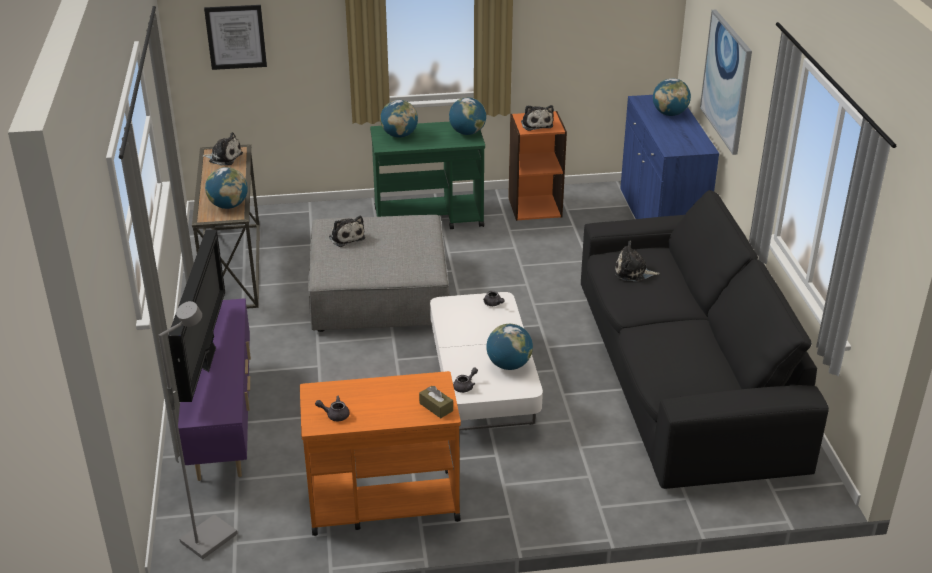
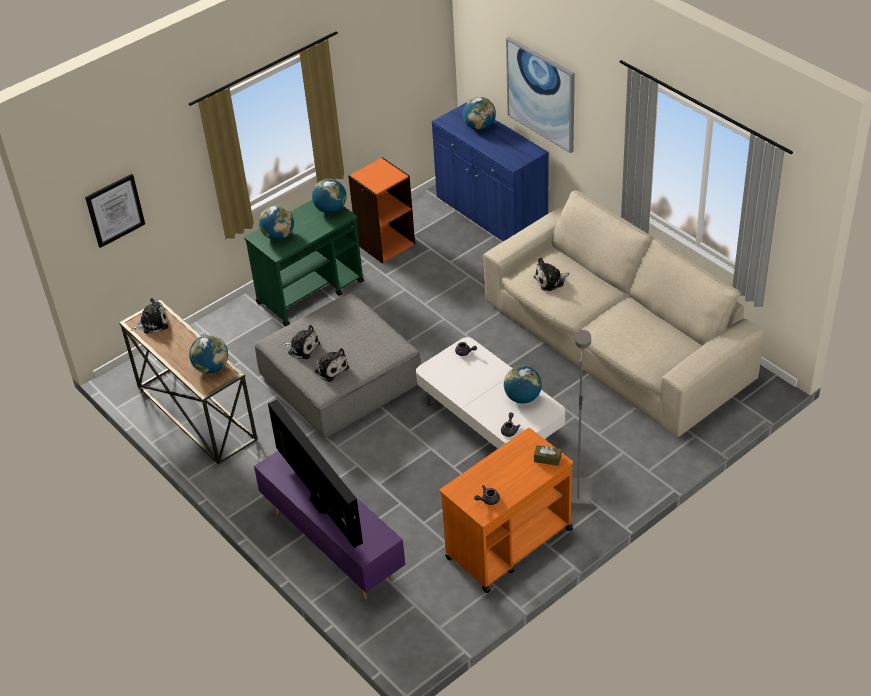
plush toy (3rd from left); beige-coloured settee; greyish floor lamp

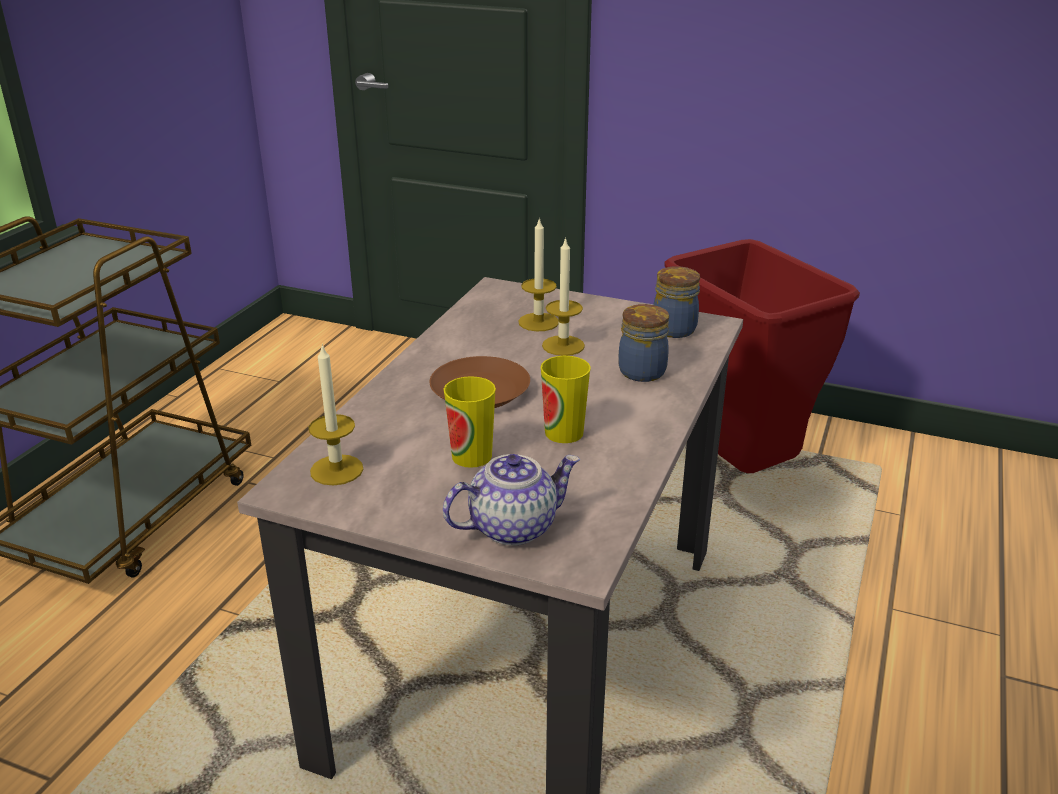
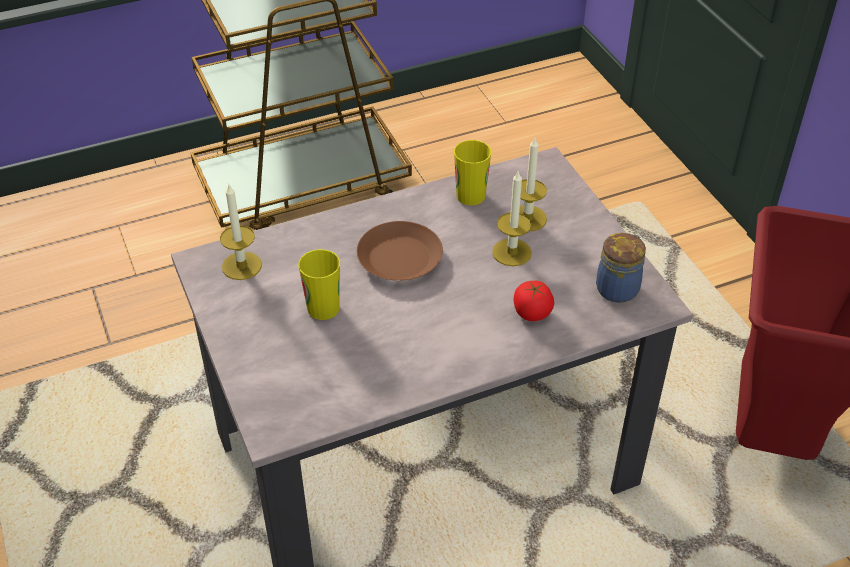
tomato; small cup (2nd from left); tea pot

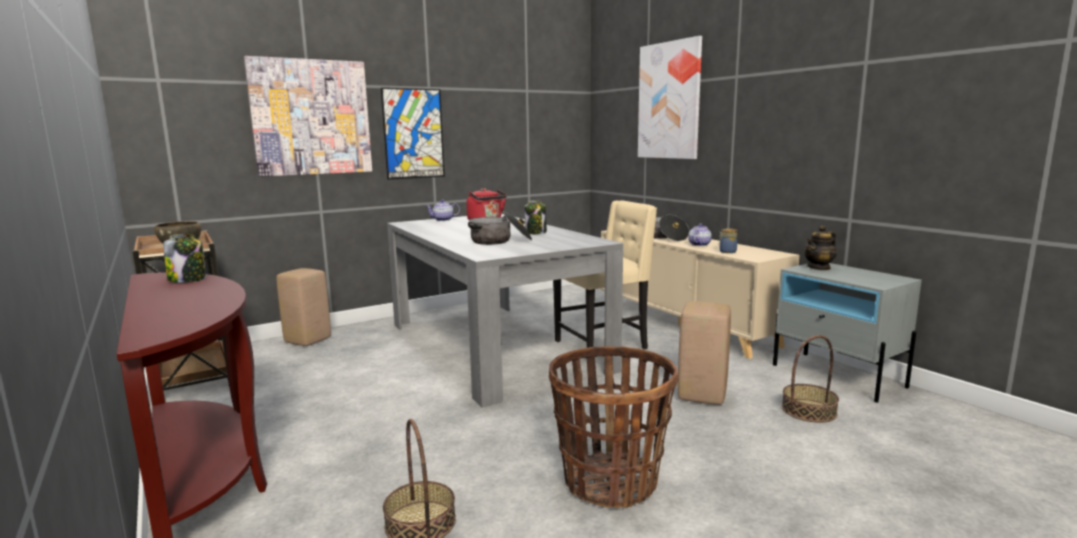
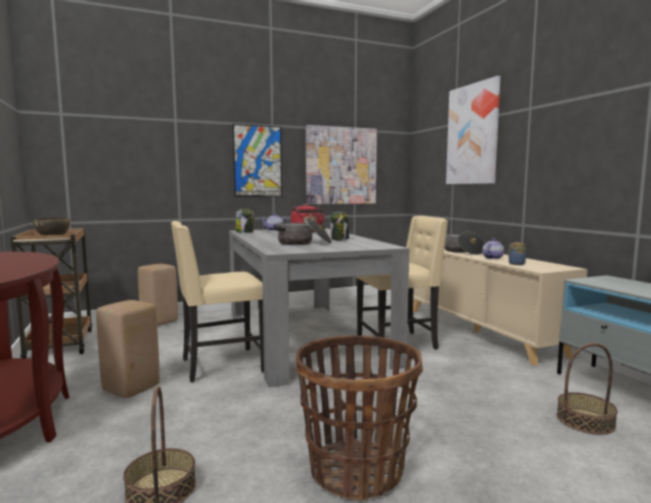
wall picture (2nd from left); tea pot (3rd from left in the first image); preserve jar (1st from left); beige-coloured sitting stool (1st from left); beige-coloured plain chair (1st from left)

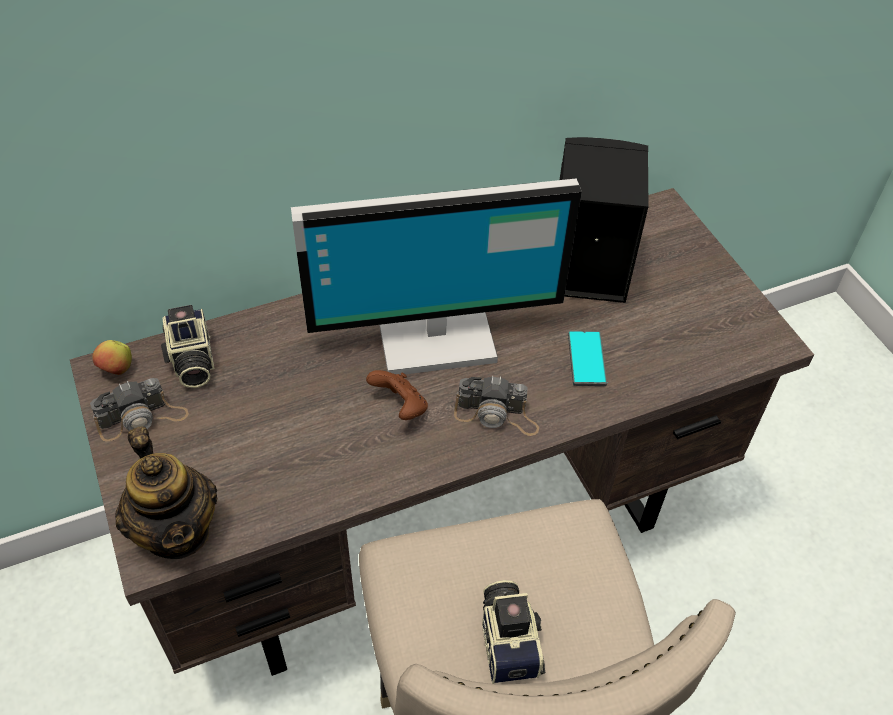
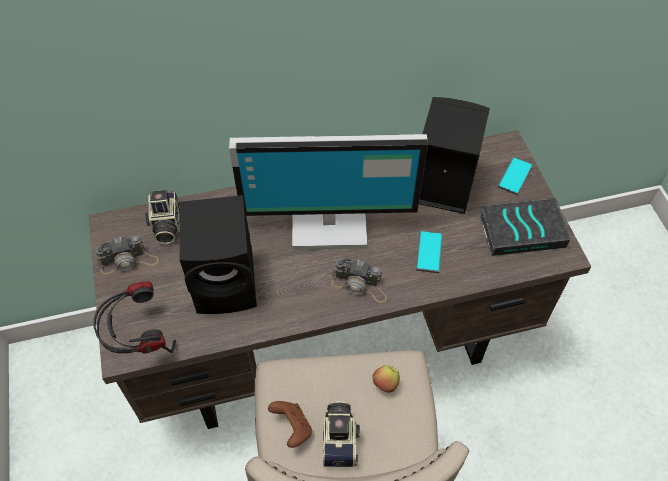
whole apple; brown gamepad; headphones; telephone (2nd from left); black-coloured audio speaker (1st from left); bound book

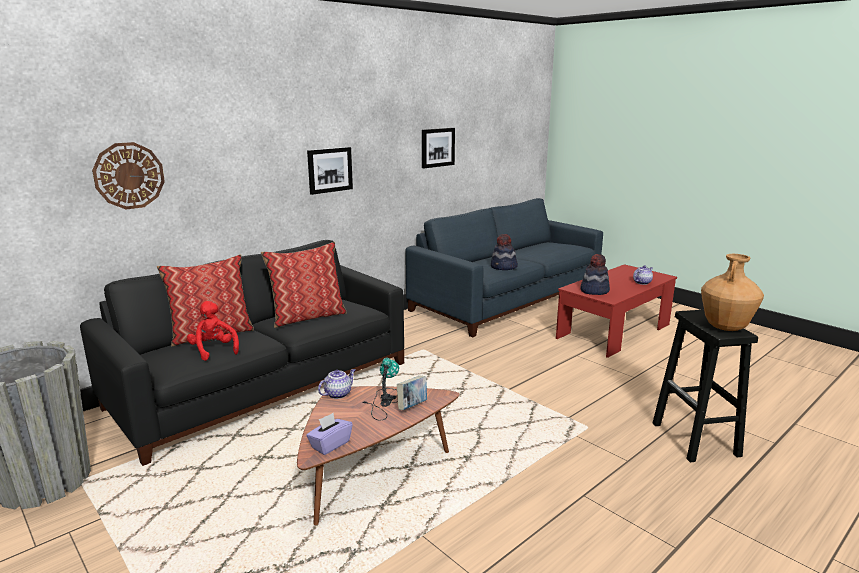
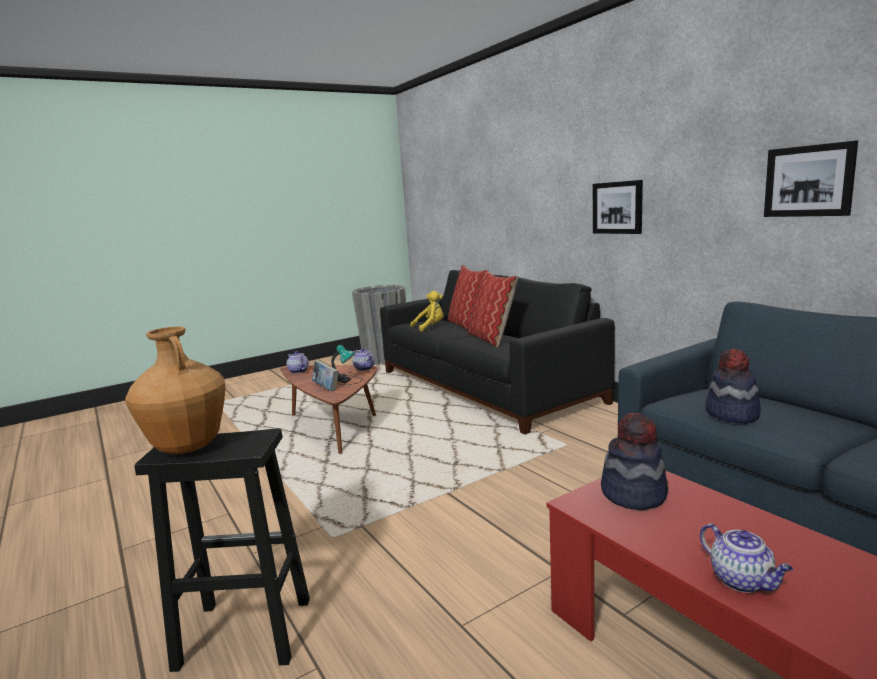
hanging clock; yellowish plush toy; tea pot (1st from left)

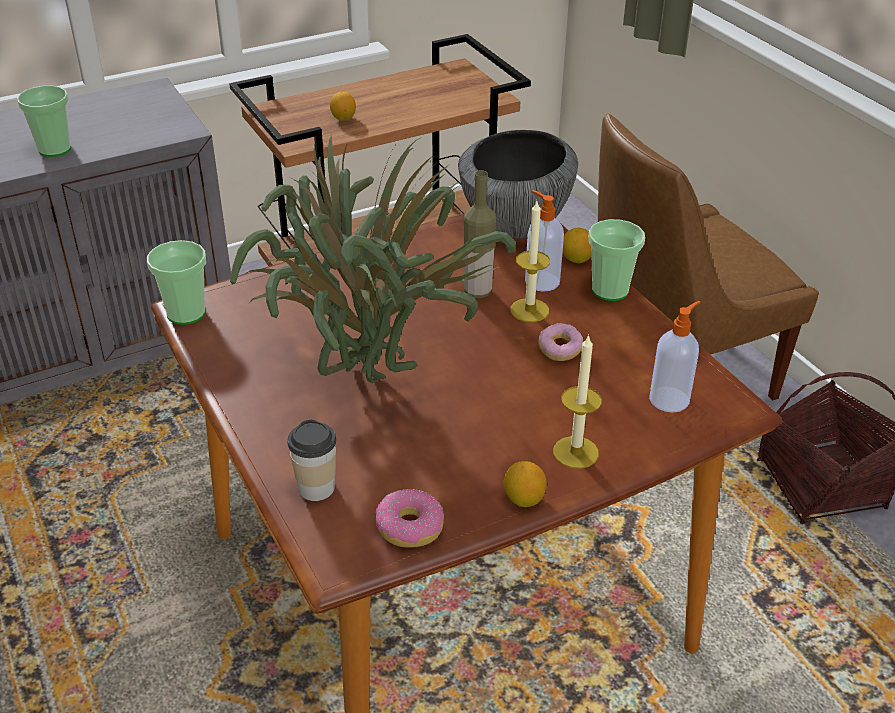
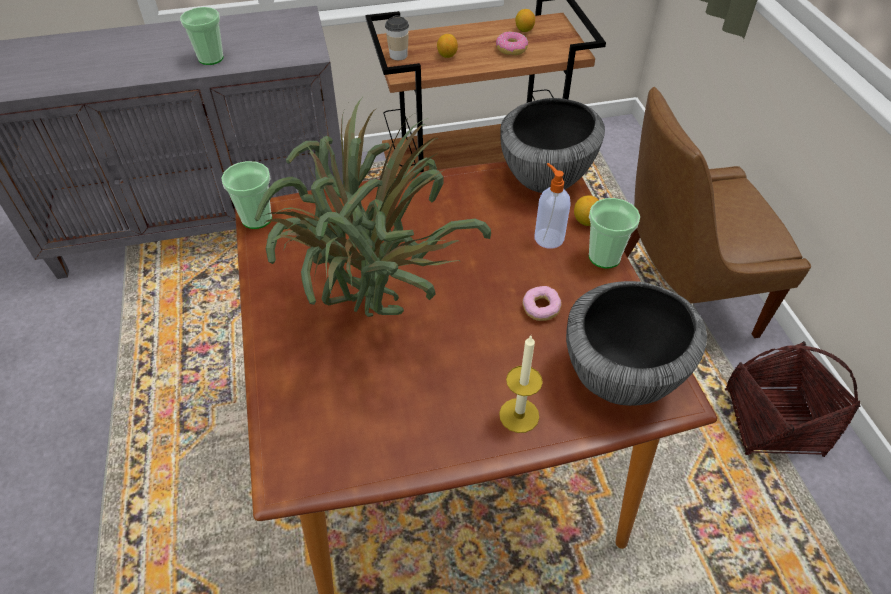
bottle; candle (1st from left in the first image); deep dish (2nd from left); small cup (3rd from left); lemon (2nd from left); doughnut (1st from left)

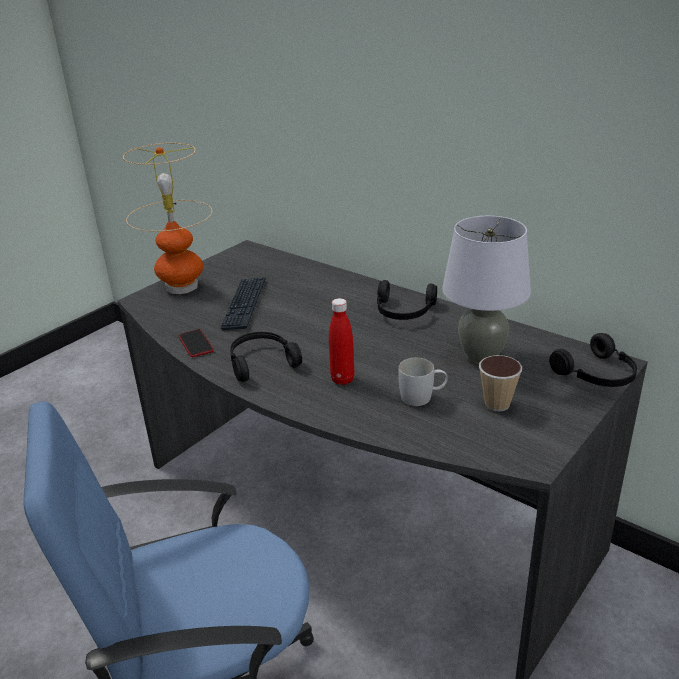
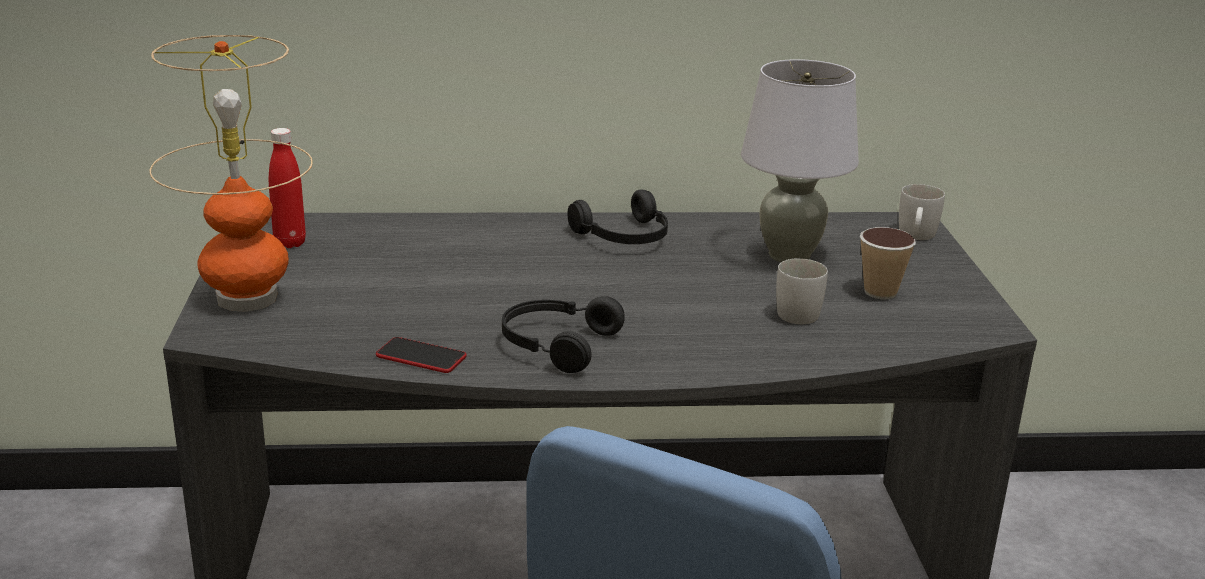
keyboard; red bottle; white coffee mug (2nd from left)

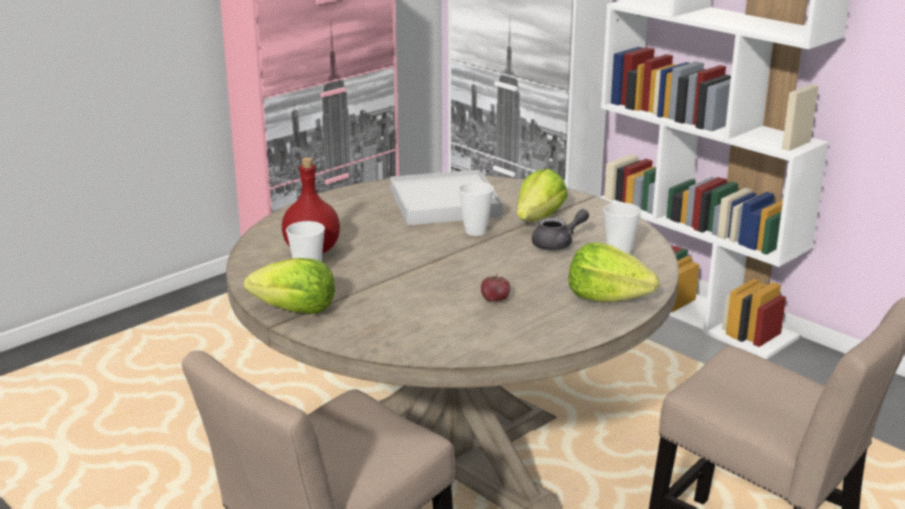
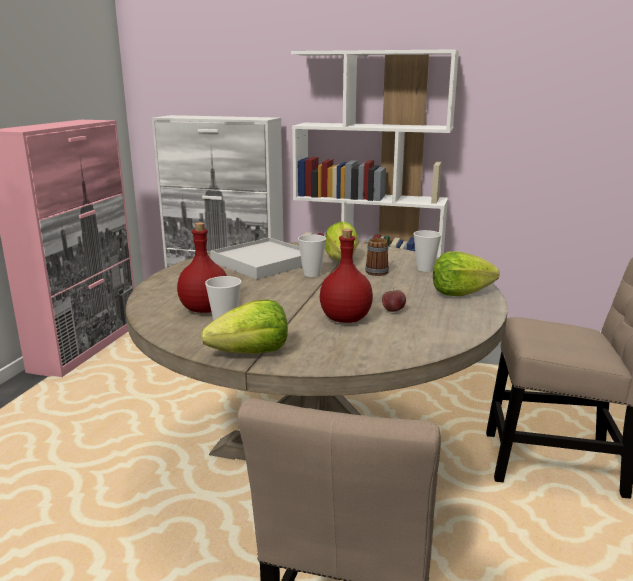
coffee mug; red bottle (2nd from left)

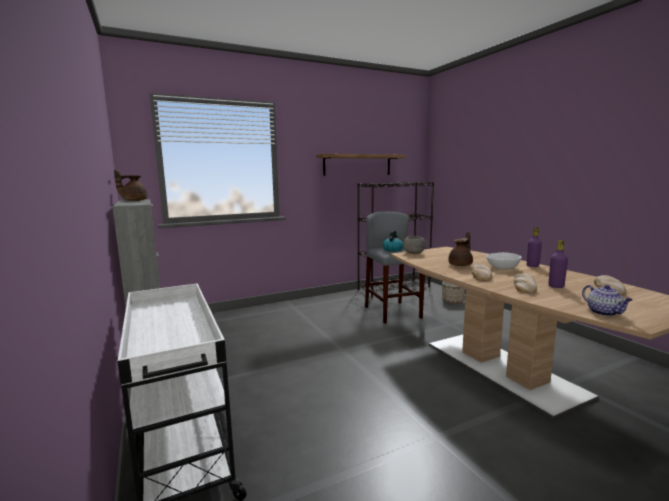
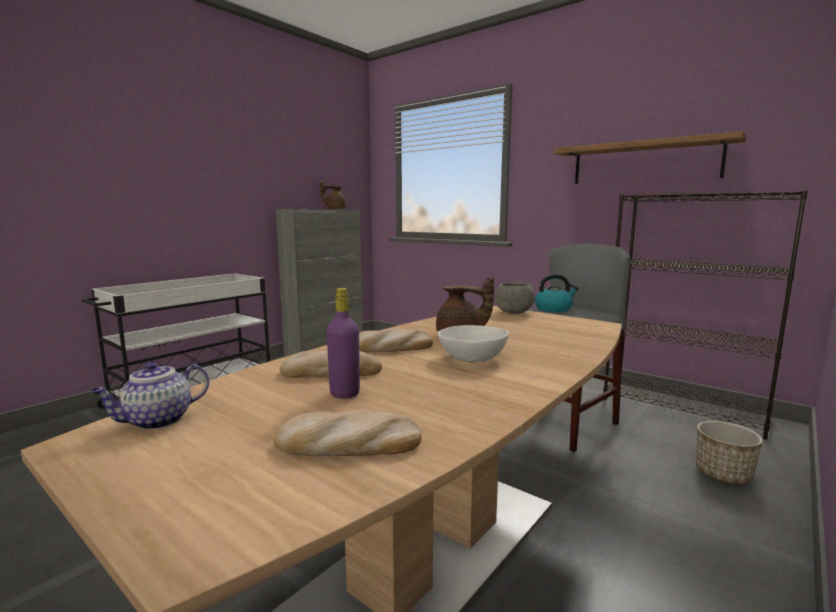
purple-coloured bottle (1st from left in the first image)

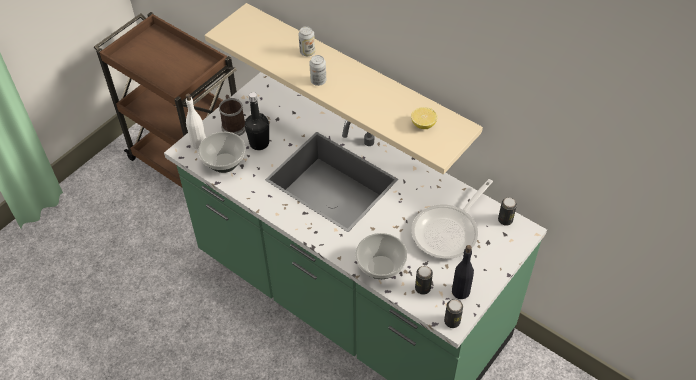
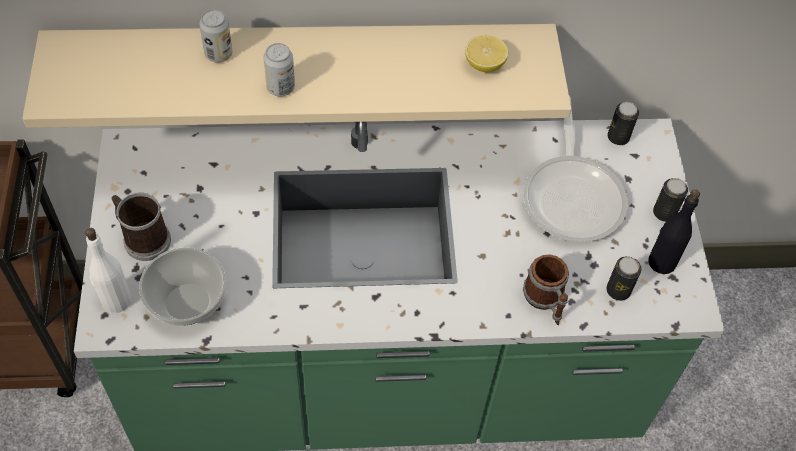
black-coloured bottle (1st from left in the first image); coffee mug (2nd from left); metal can (5th from left)

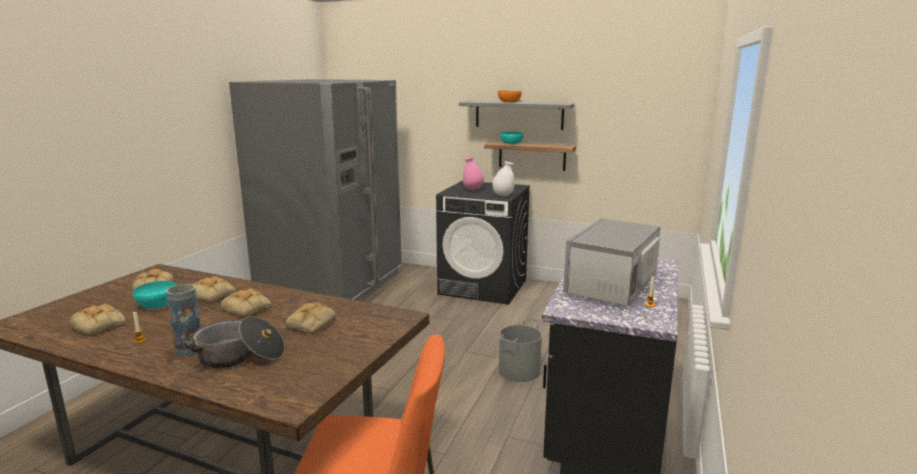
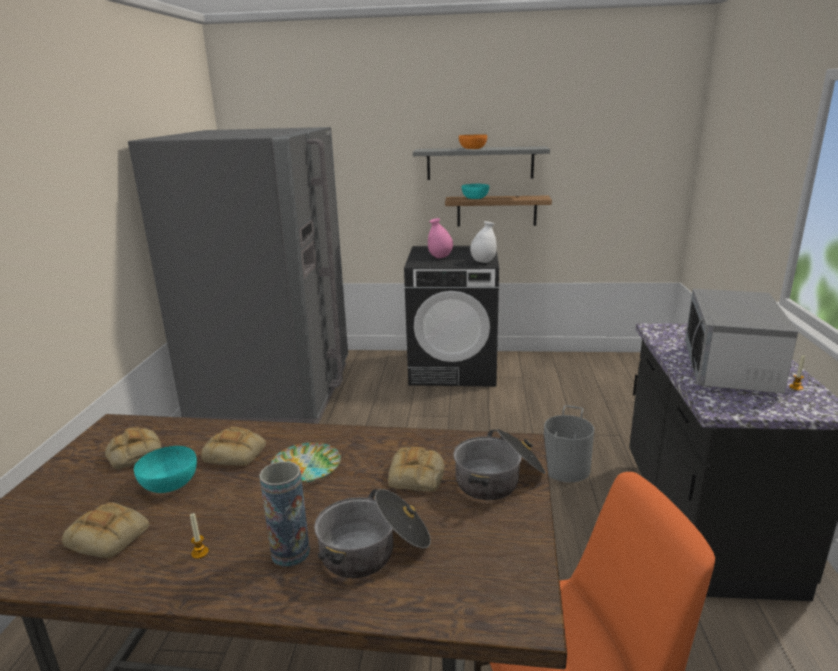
dinner plate; stockpot (2nd from left)

